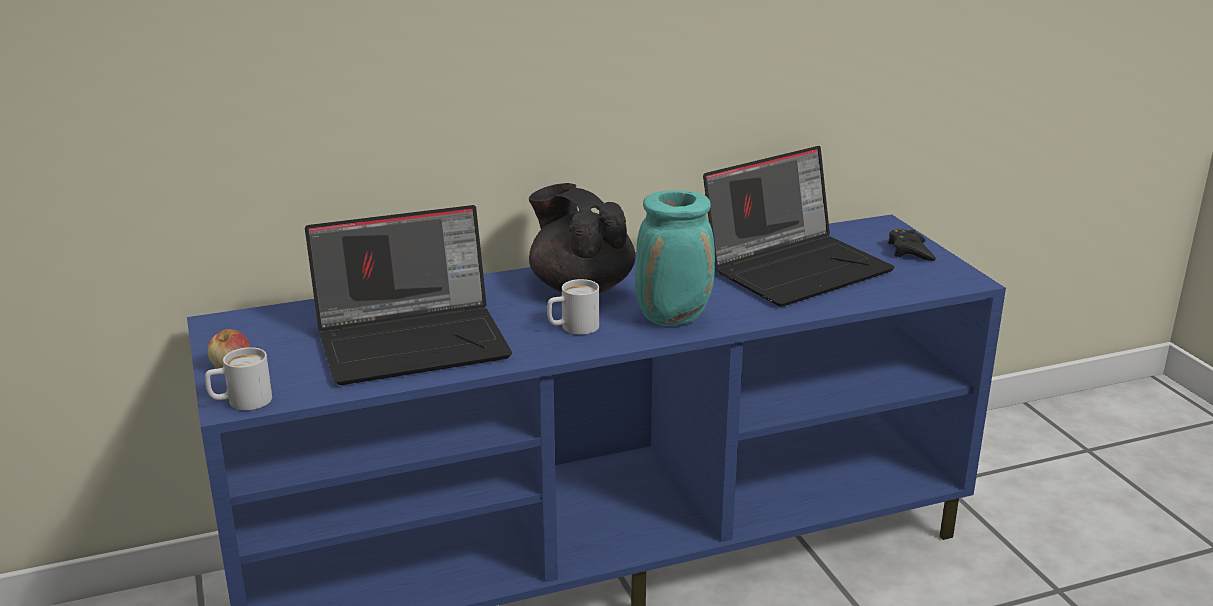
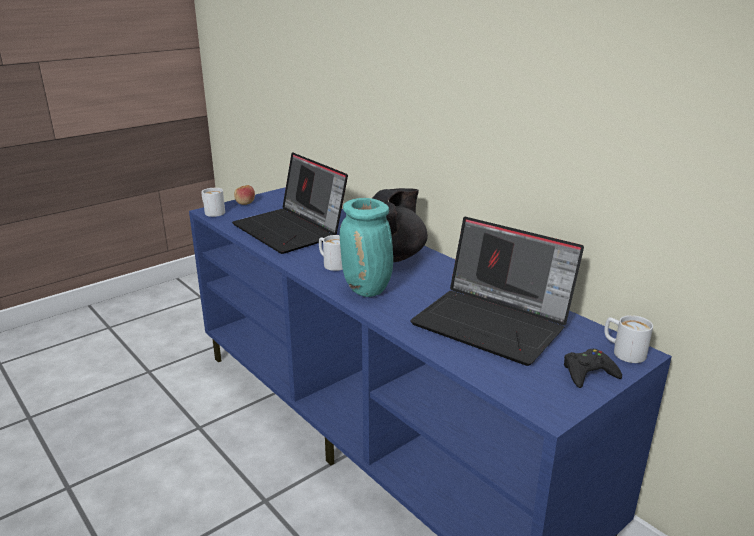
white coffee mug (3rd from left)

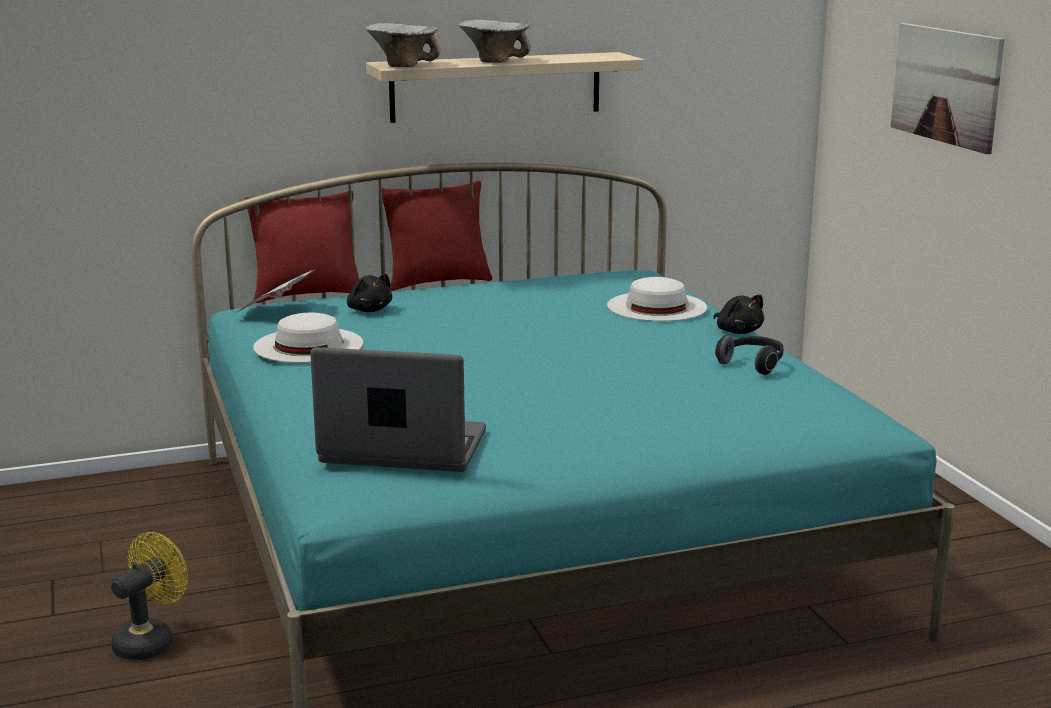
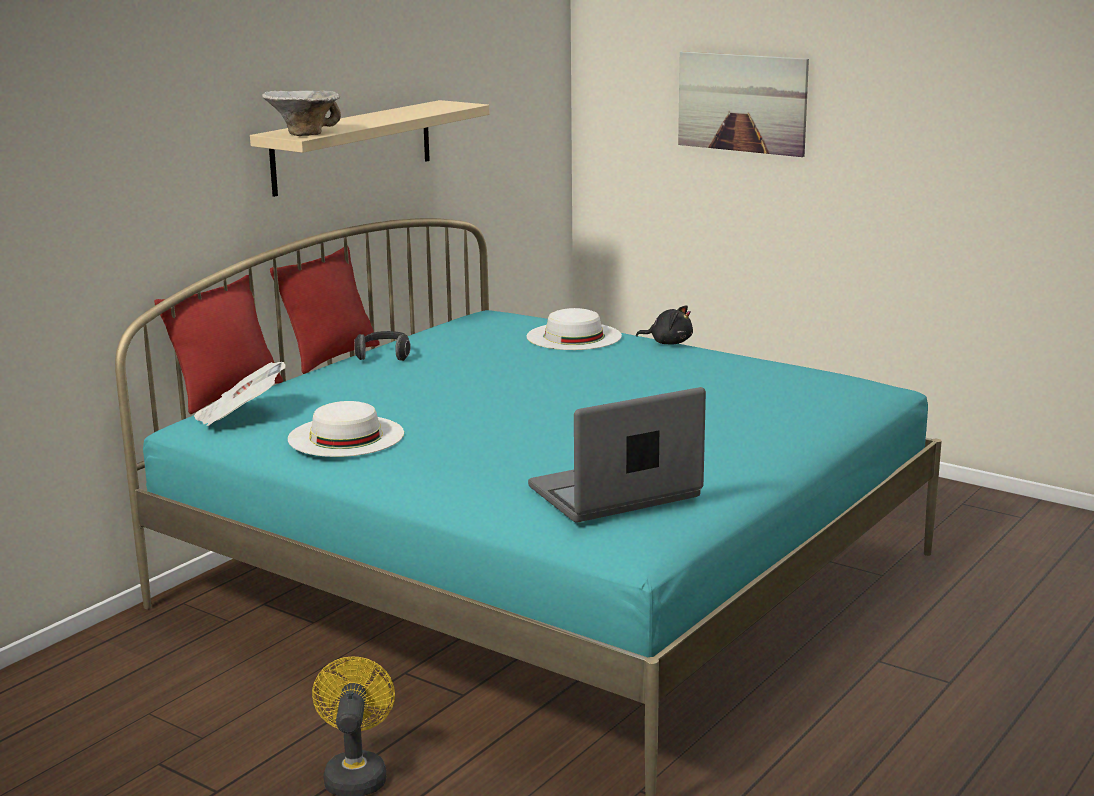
deep dish (2nd from left in the first image); black-coloured plush toy (1st from left in the first image); headphones

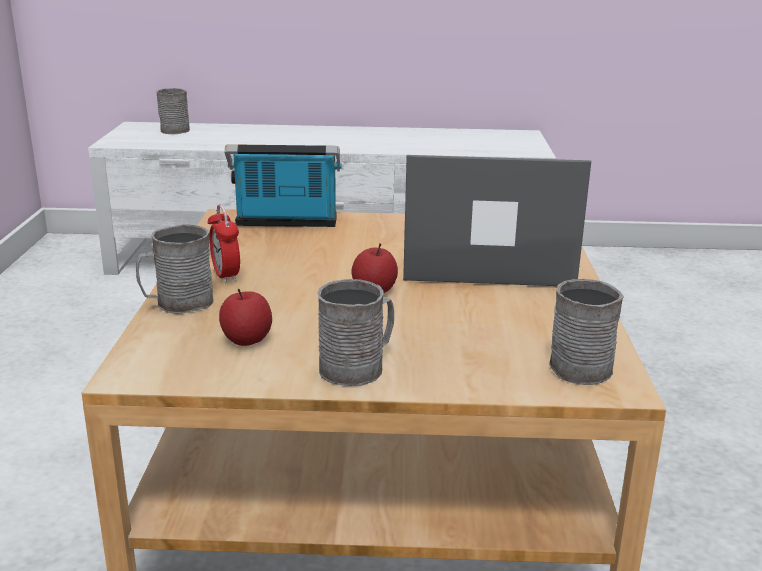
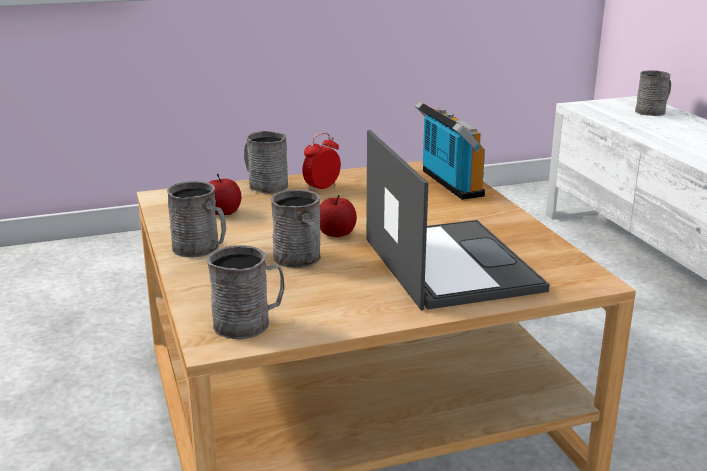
greyish coffee mug (4th from left)

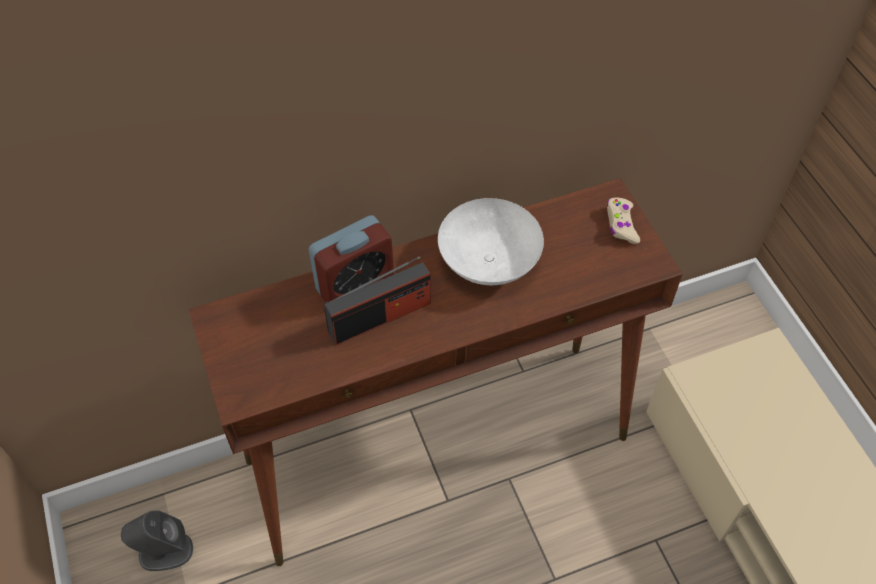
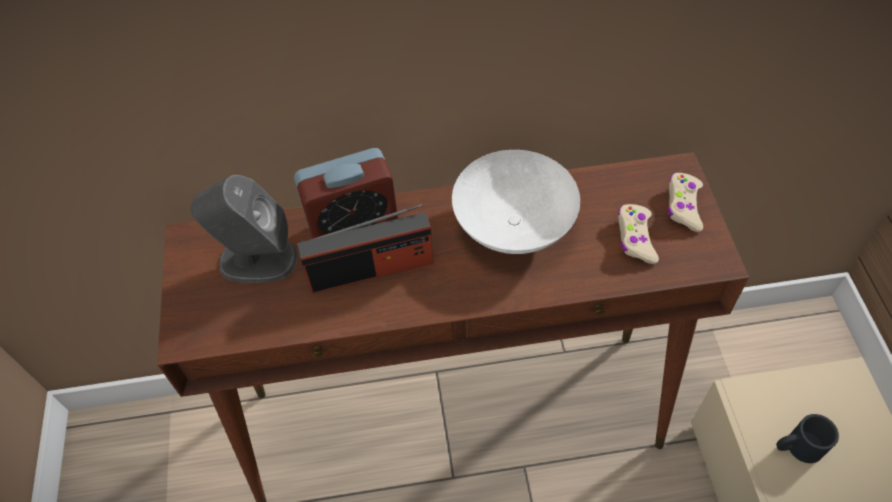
greyish audio speaker; beige-coloured gamepad (1st from left); black-coloured coffee mug

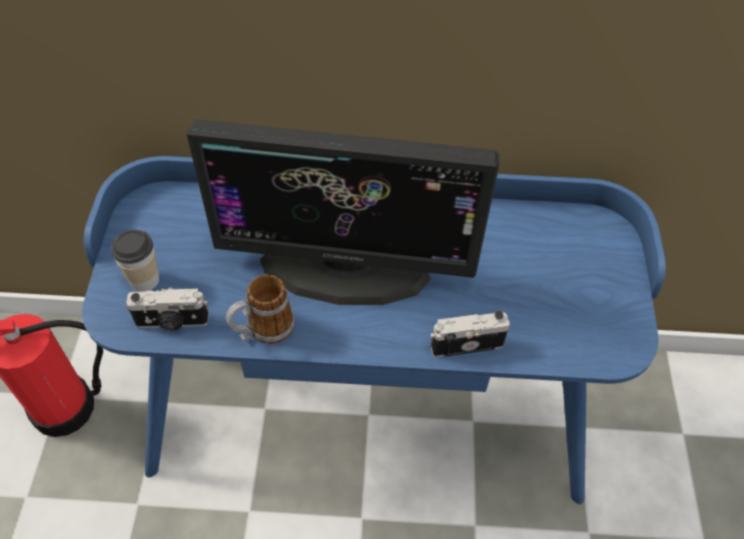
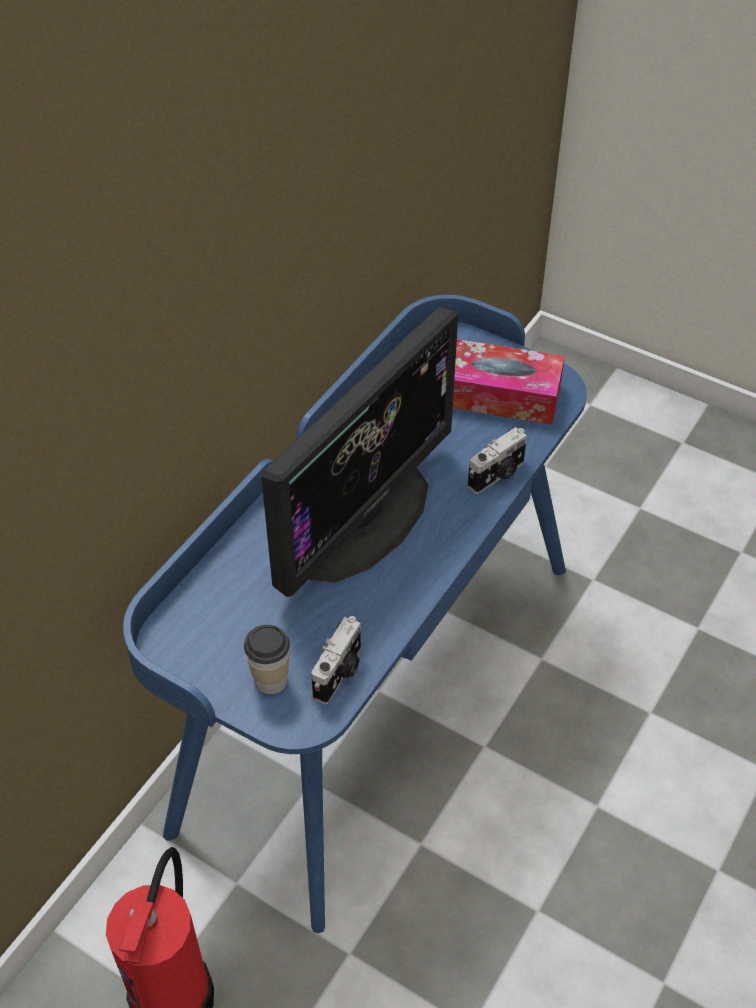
coffee mug; photo camera (2nd from left); box of tissues

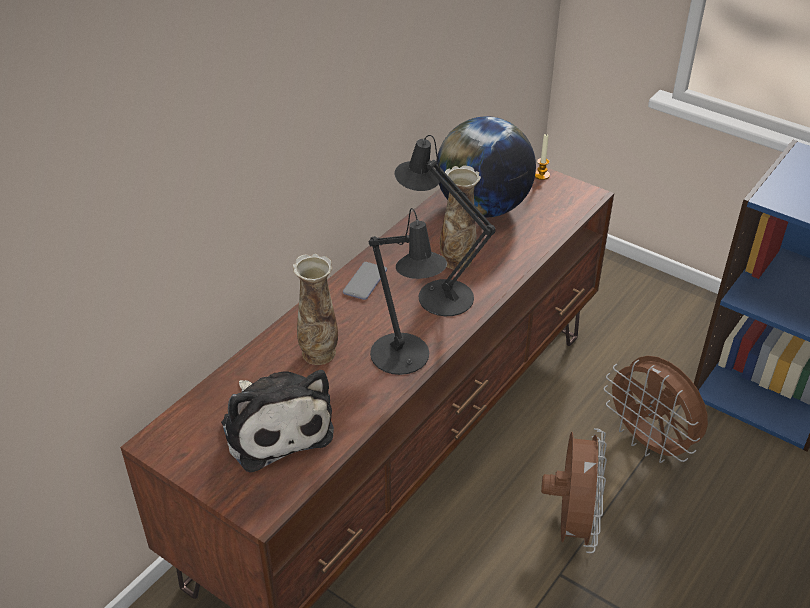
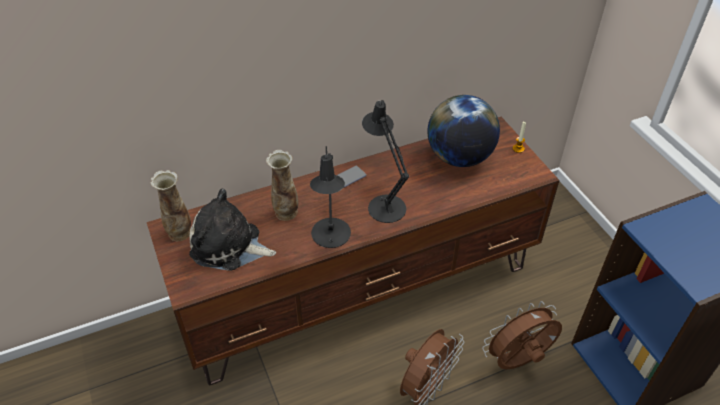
flower vase (1st from left); brown electric fan (2nd from left); plush toy

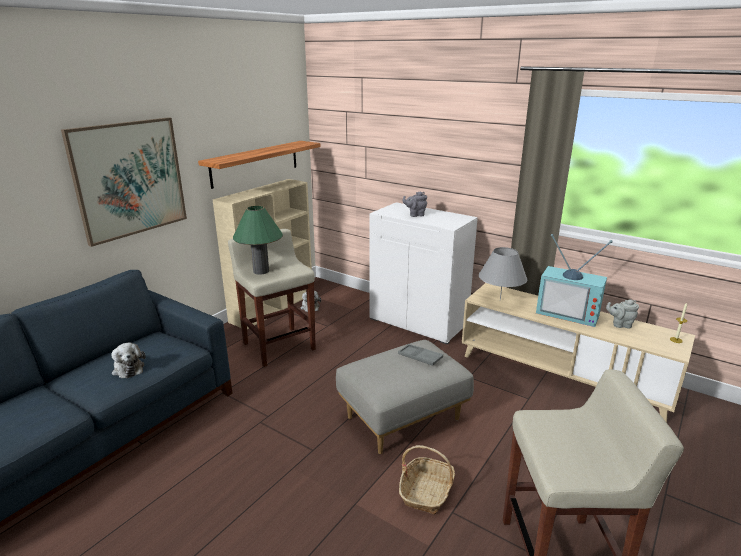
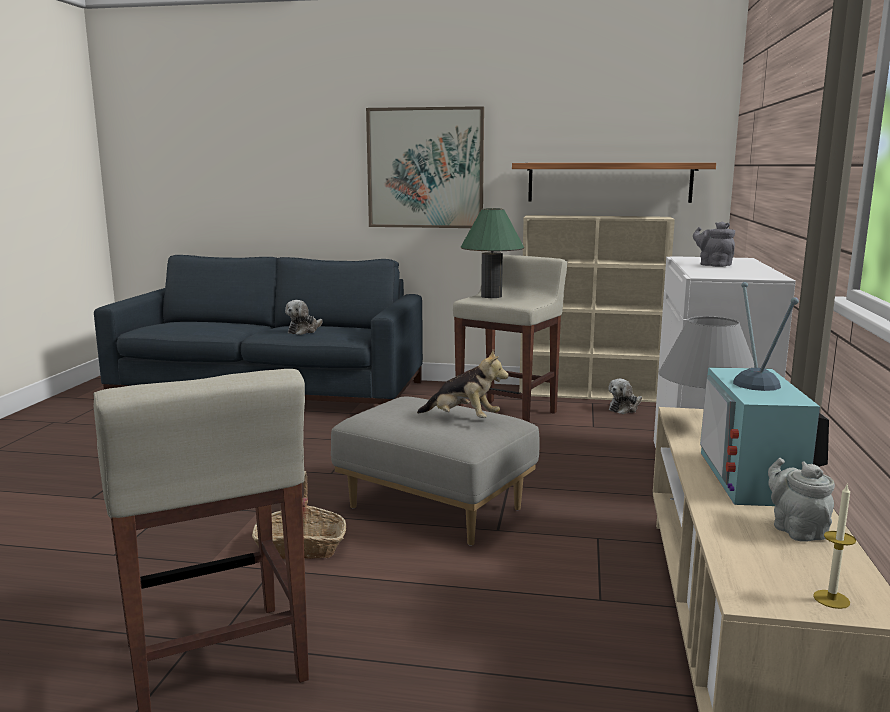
plush toy (2nd from left)

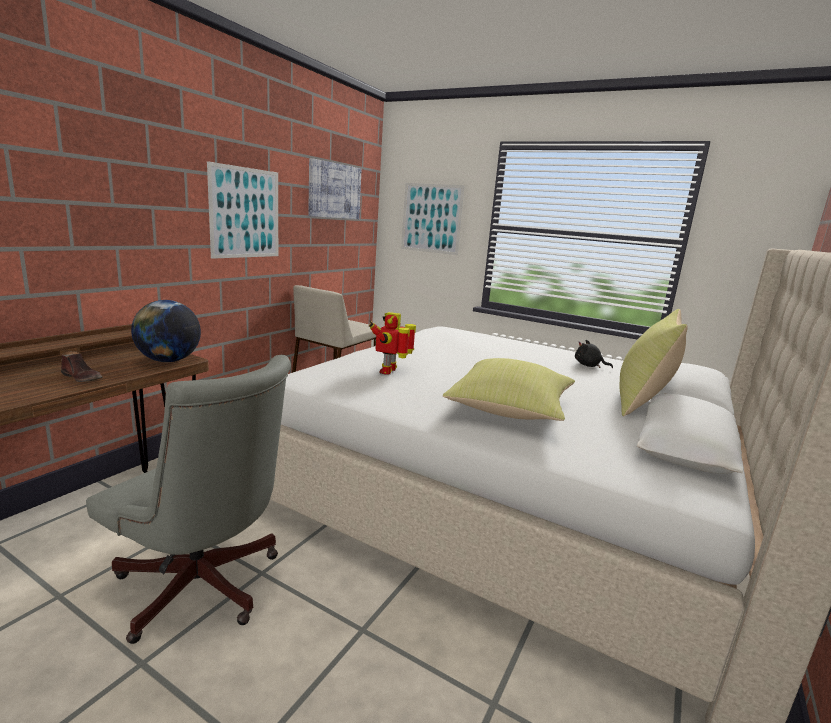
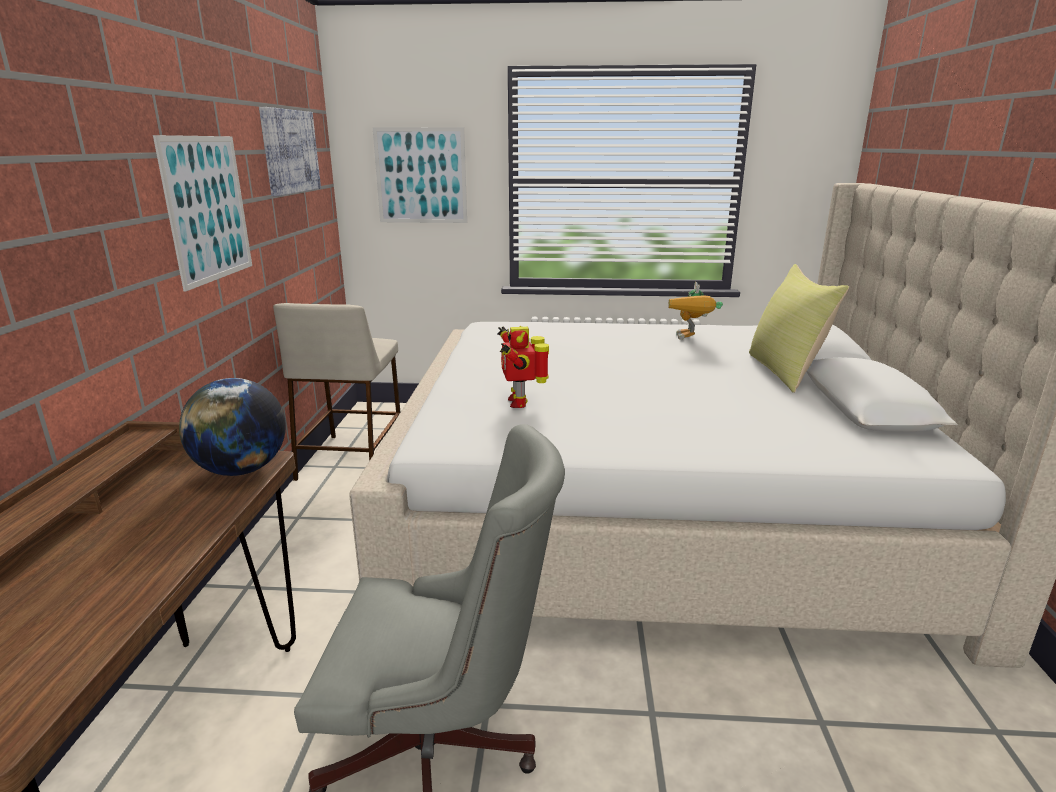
toy robot (2nd from left); brown low shoe; yellowish pillow (1st from left in the first image)

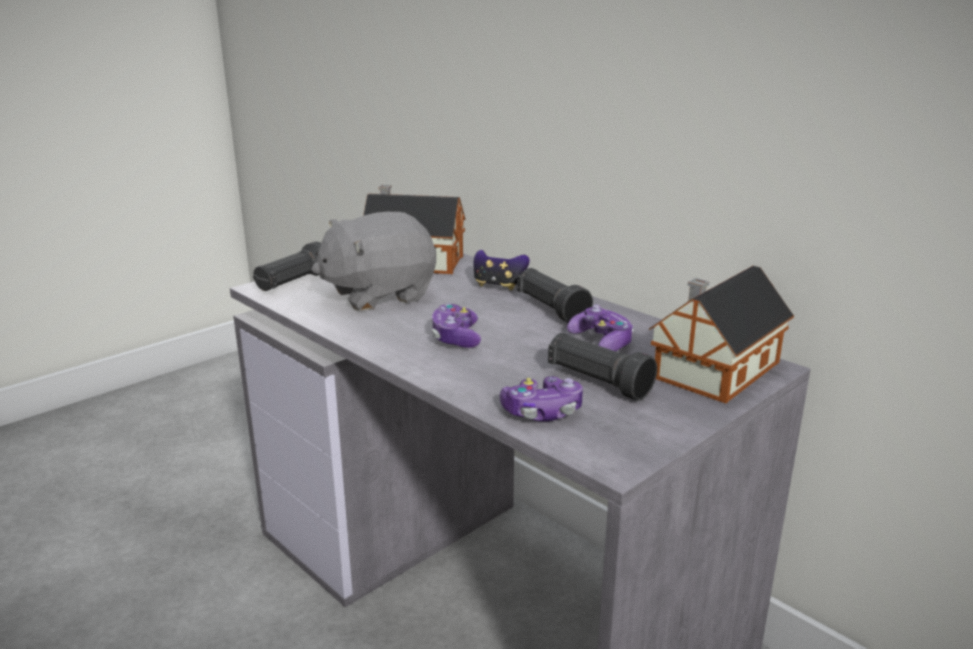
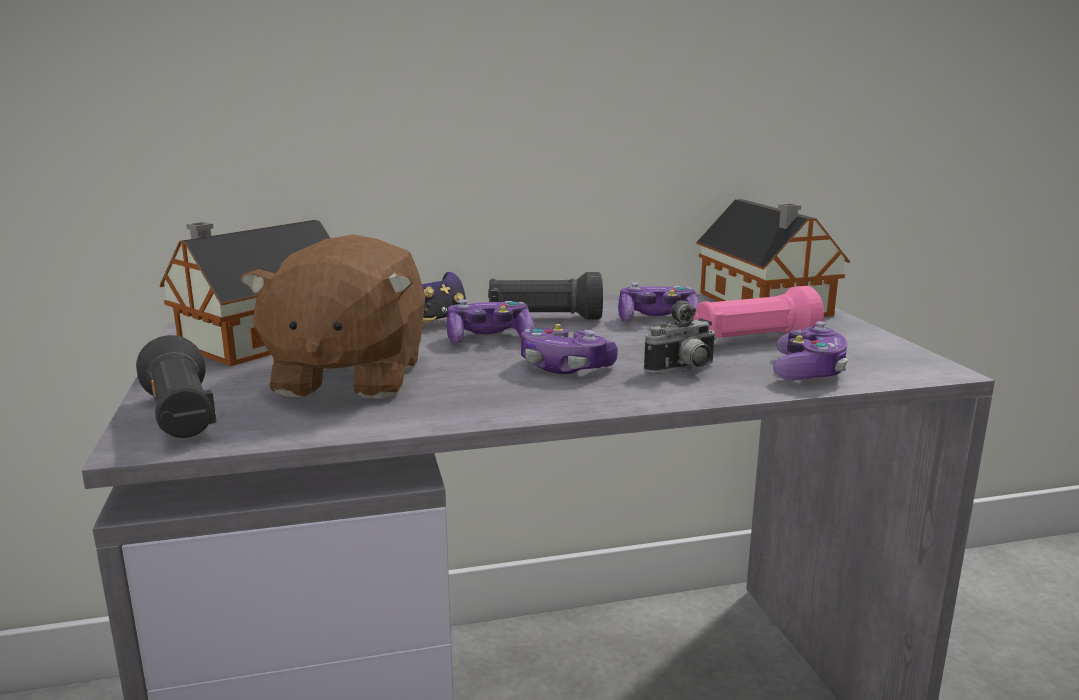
brown plush toy; pink-coloured torch; gamepad (2nd from left); photo camera

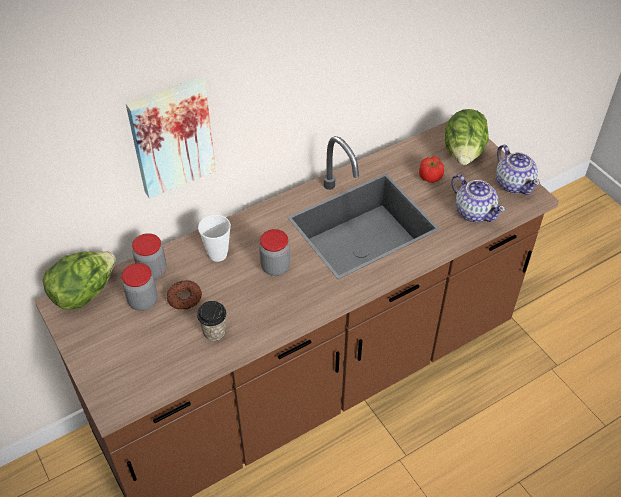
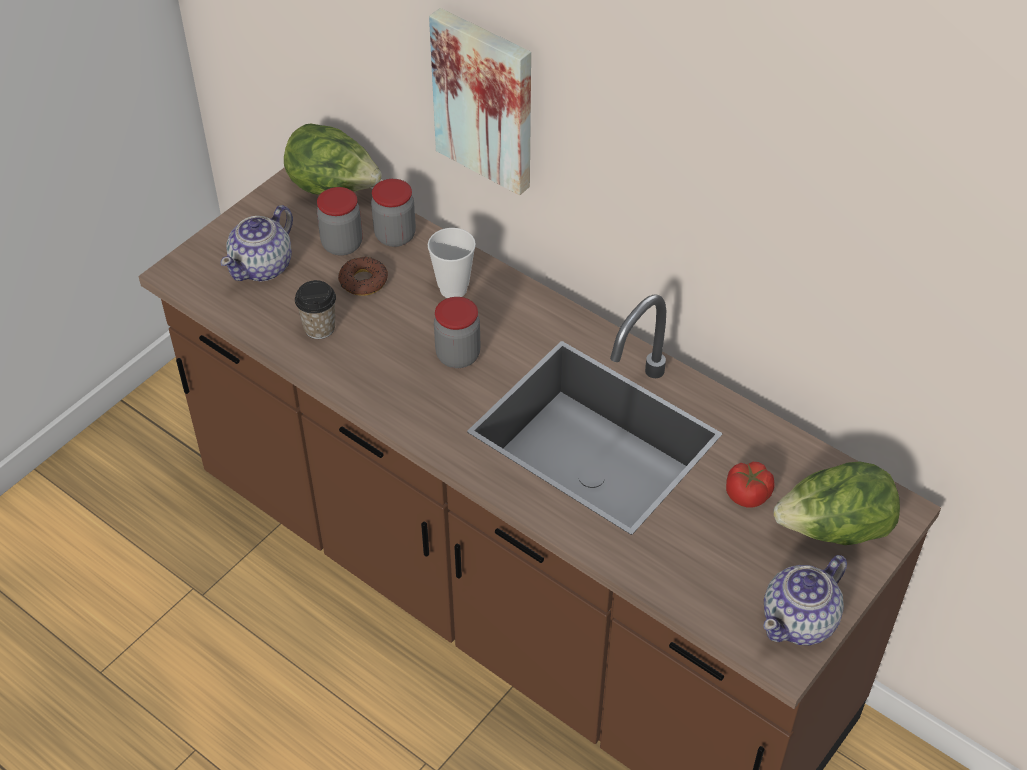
tea pot (1st from left)

